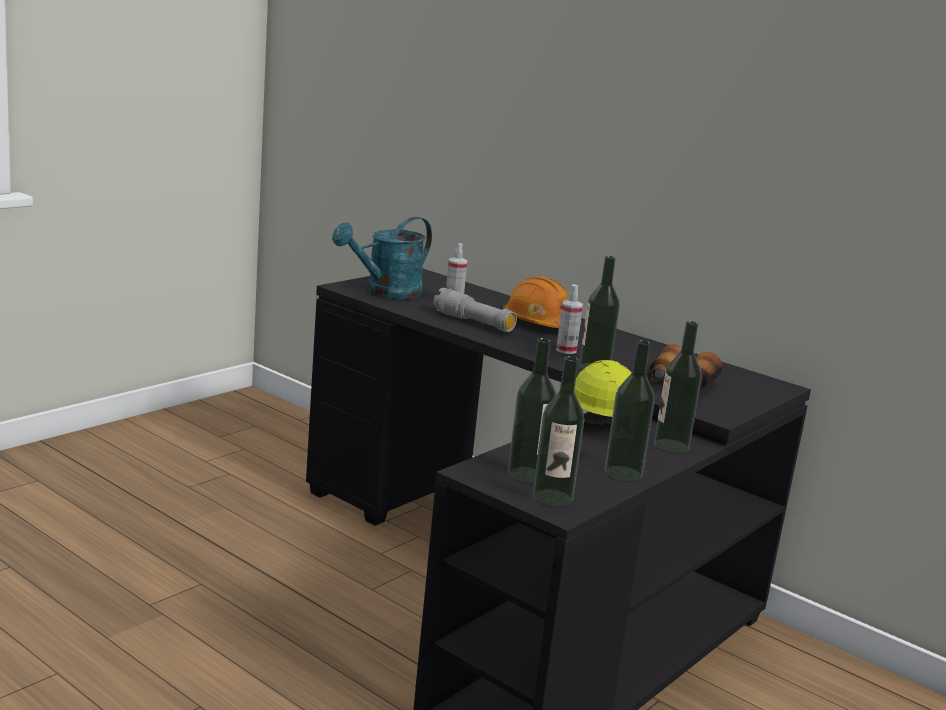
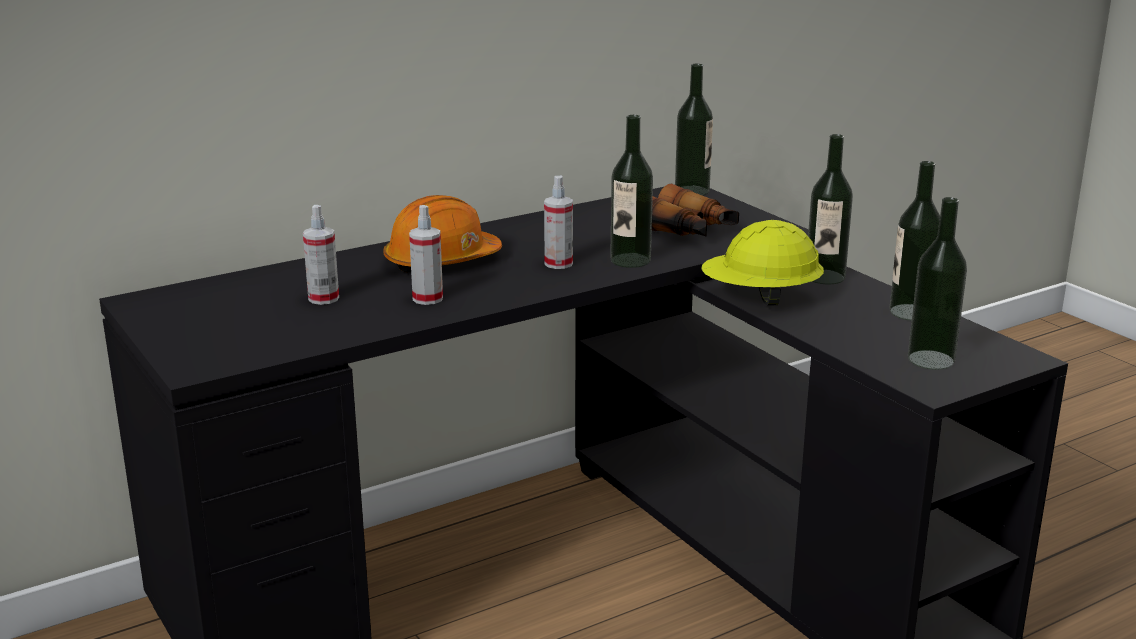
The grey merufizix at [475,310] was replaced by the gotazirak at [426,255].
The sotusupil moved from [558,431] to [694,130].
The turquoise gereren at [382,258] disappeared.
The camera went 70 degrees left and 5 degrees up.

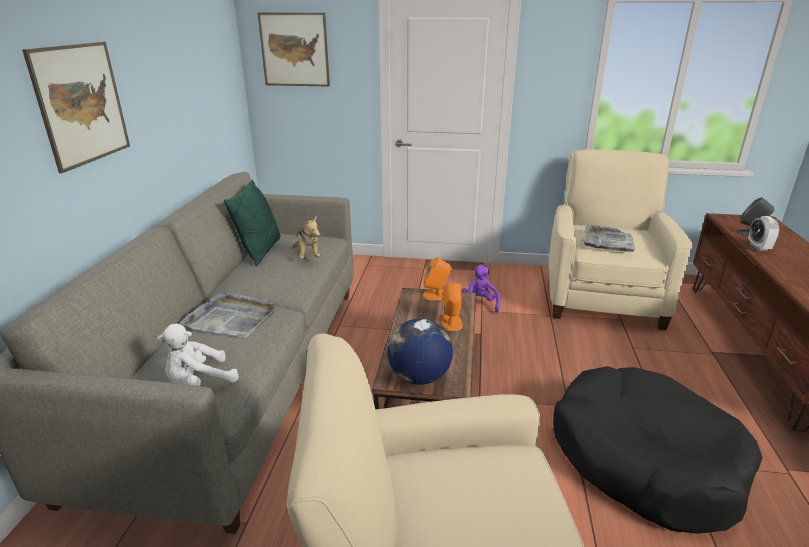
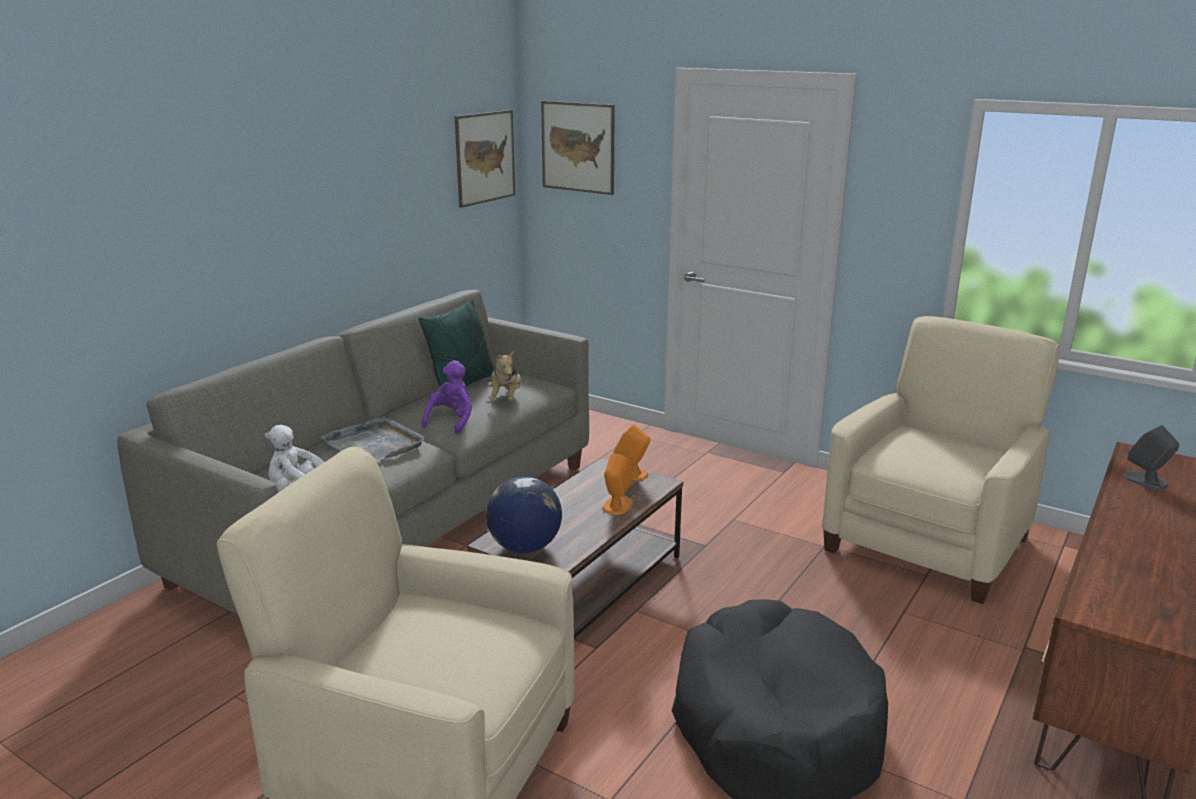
The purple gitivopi moved from [481,288] to [446,397].
The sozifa moved from [76,107] to [485,159].
The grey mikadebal at [608,238] disappeared.
The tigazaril at [763,233] disappeared.
The camera went 25 degrees right and 5 degrees down.

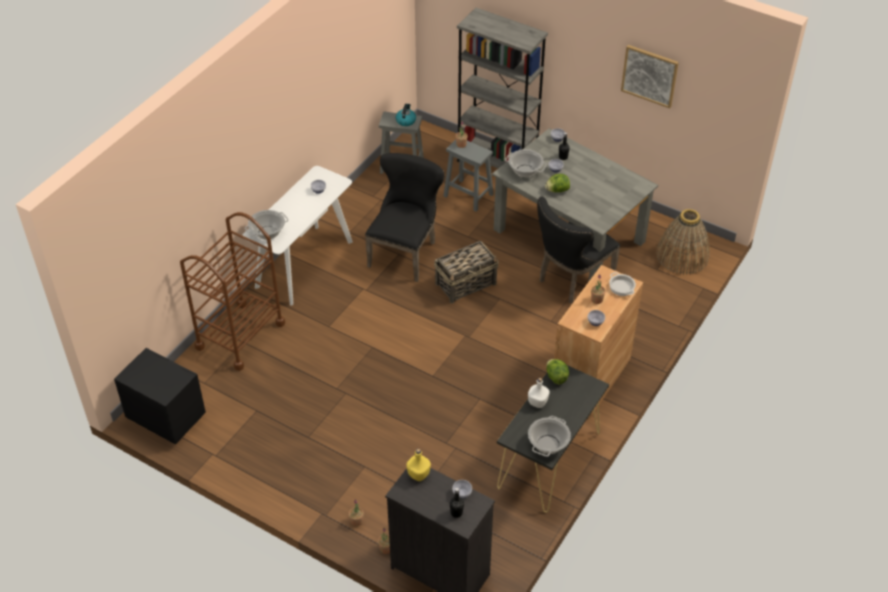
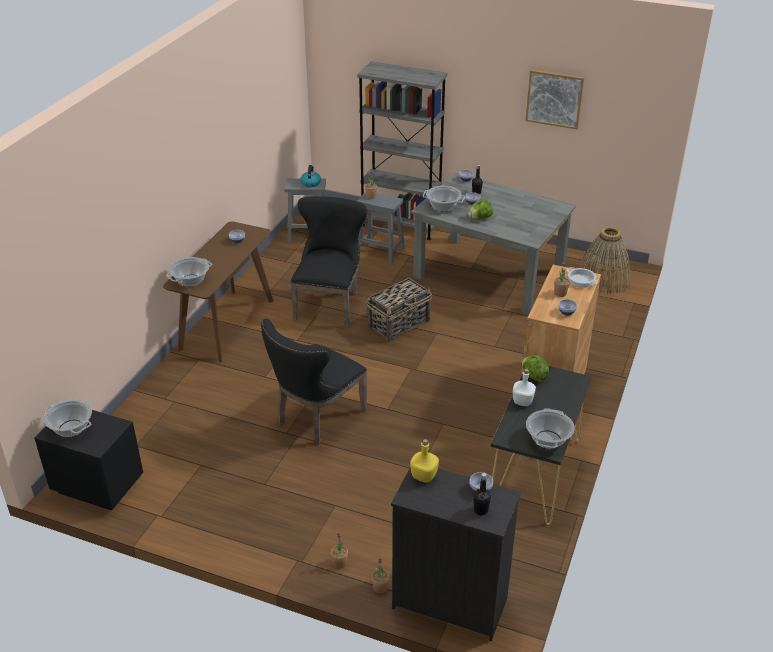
The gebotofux at [68,418] appeared.
The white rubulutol at [297,236] became the brown rubulutol at [218,292].
The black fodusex moved from [578,250] to [314,382].
The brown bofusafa at [232,291] disappeared.
The camera went 10 degrees left and 10 degrees down.

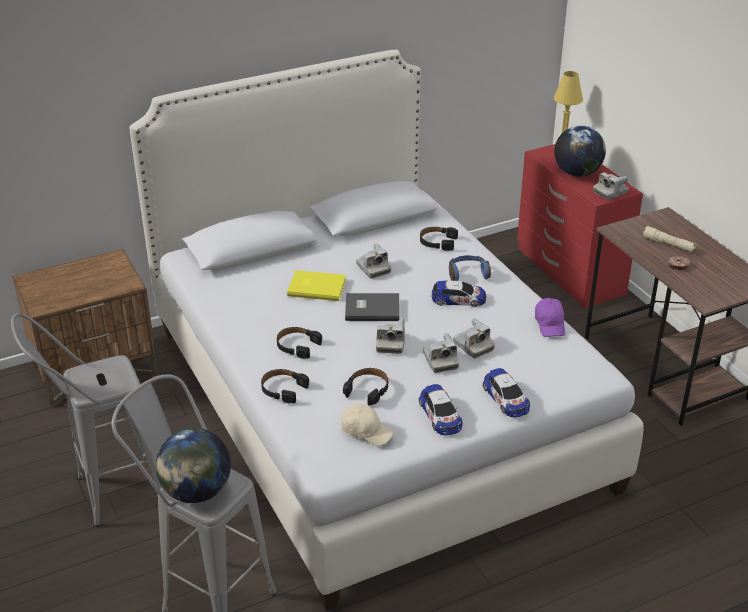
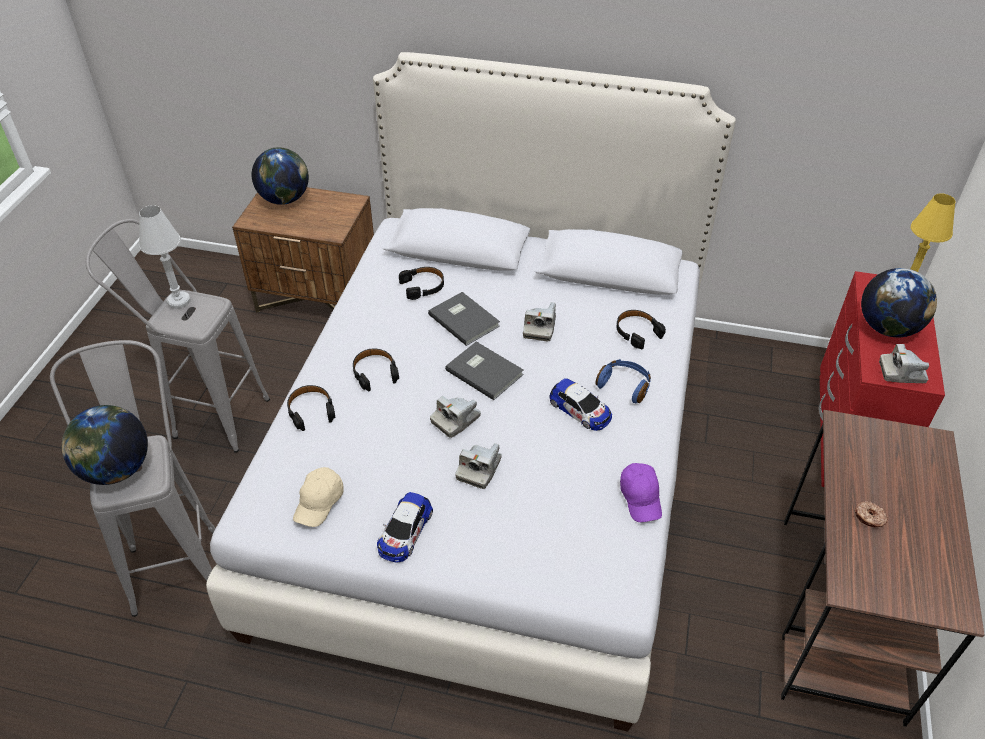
The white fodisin at [164,257] appeared.
The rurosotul at [280,176] appeared.
The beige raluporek at [367,424] turned 45 degrees clockwise.
The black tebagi moved from [365,387] to [421,283].
The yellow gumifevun at [316,285] became the grey gumifevun at [464,319].
The purple raluporek at [550,317] turned 45 degrees counterclockwise.
The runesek at [474,338] disappeared.
The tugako at [506,393] disappeared.
The beige merufizix at [669,239] disappeared.
The camera went 40 degrees right and 10 degrees up.

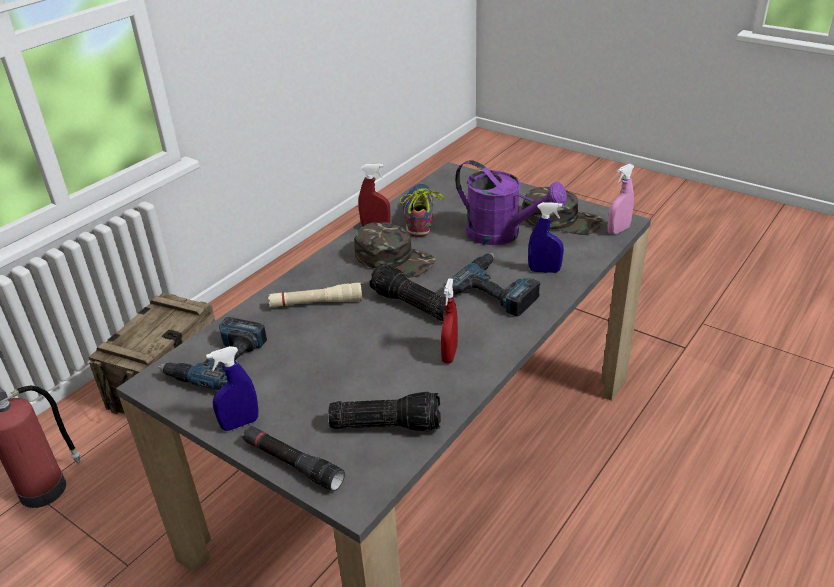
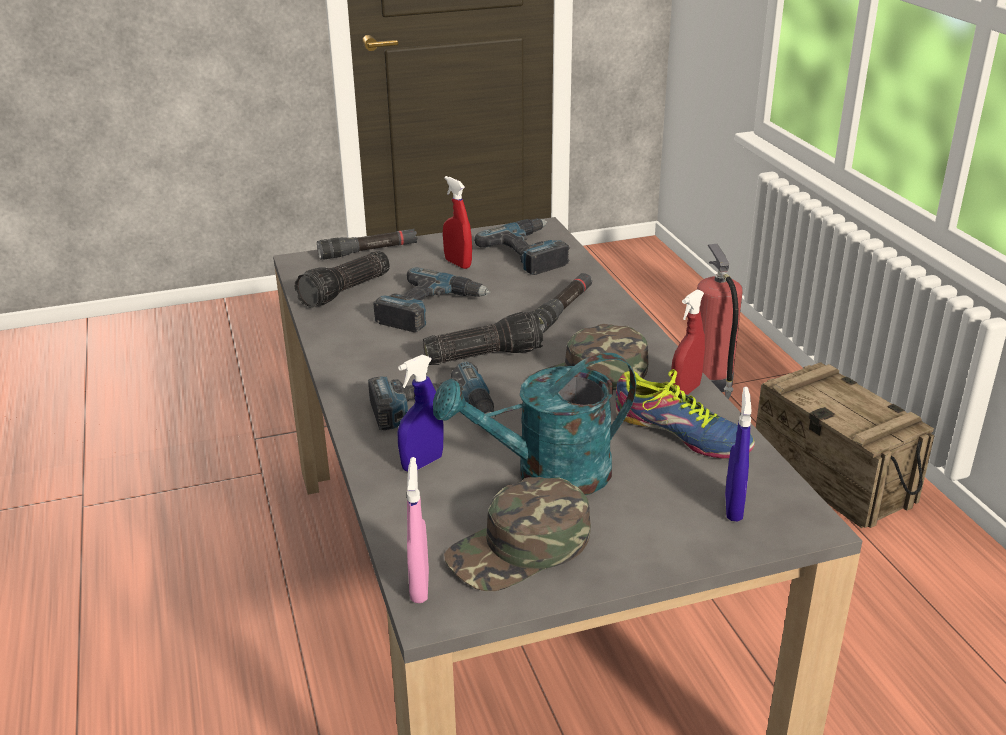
The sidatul at [431,299] appeared.
The purple gereren at [511,202] became the turquoise gereren at [534,424].
The red gotazirak moved from [449,321] to [457,222].
The beige merufizix at [315,295] became the black merufizix at [563,303].
The blue gotazirak moved from [232,388] to [738,454].
The camera went 125 degrees right and 5 degrees down.

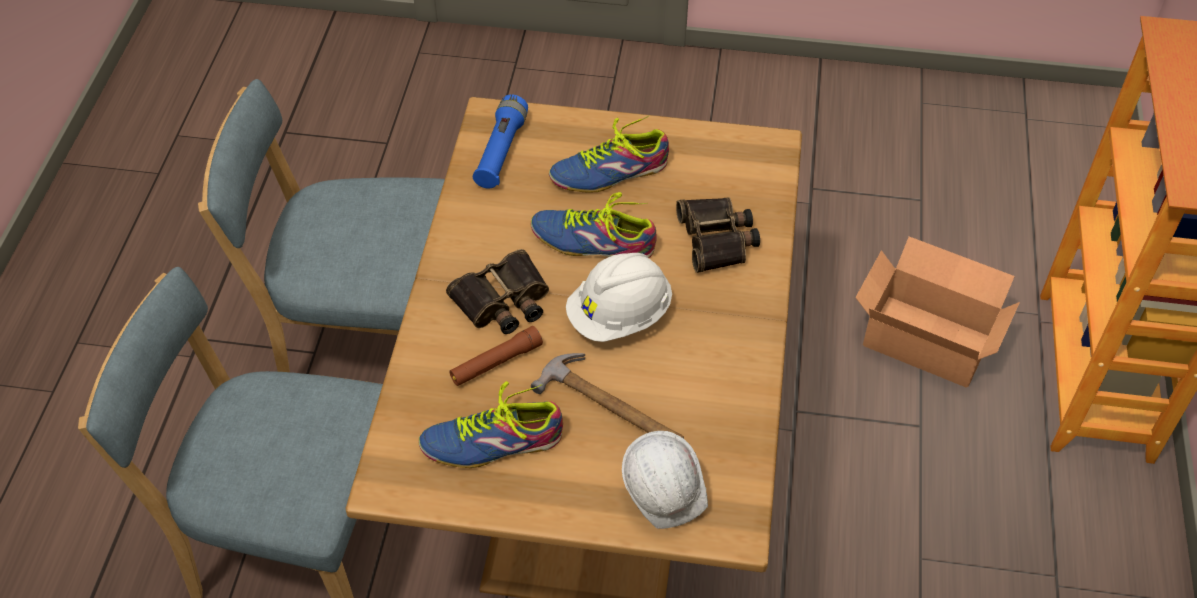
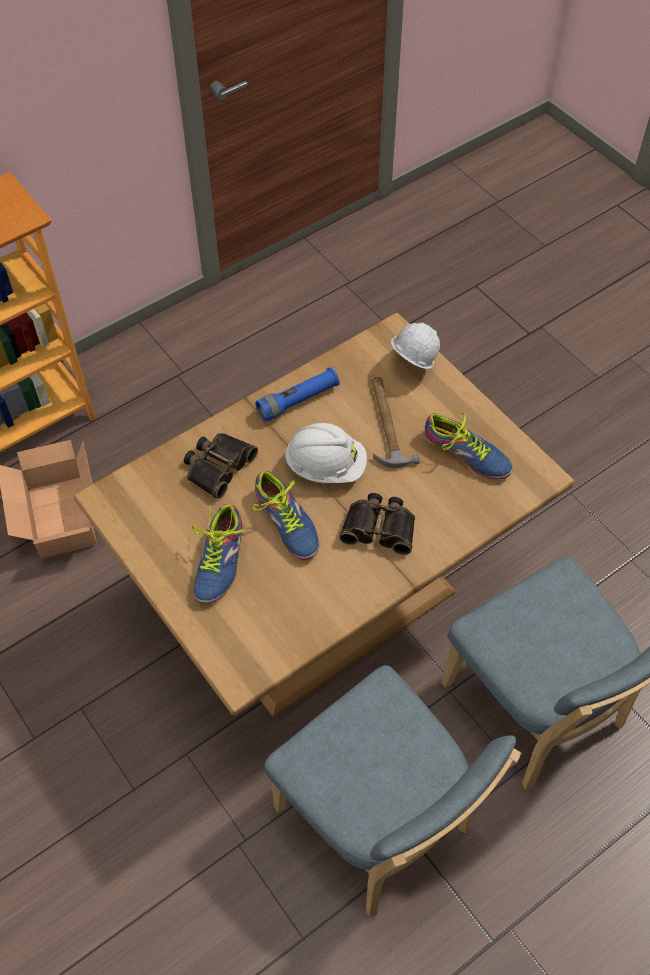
The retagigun at [609,154] turned 75 degrees clockwise.
The blue merufizix moved from [500,141] to [297,394].
The brown merufizix at [496,356] disappeared.
The camera went 135 degrees left and 5 degrees up.

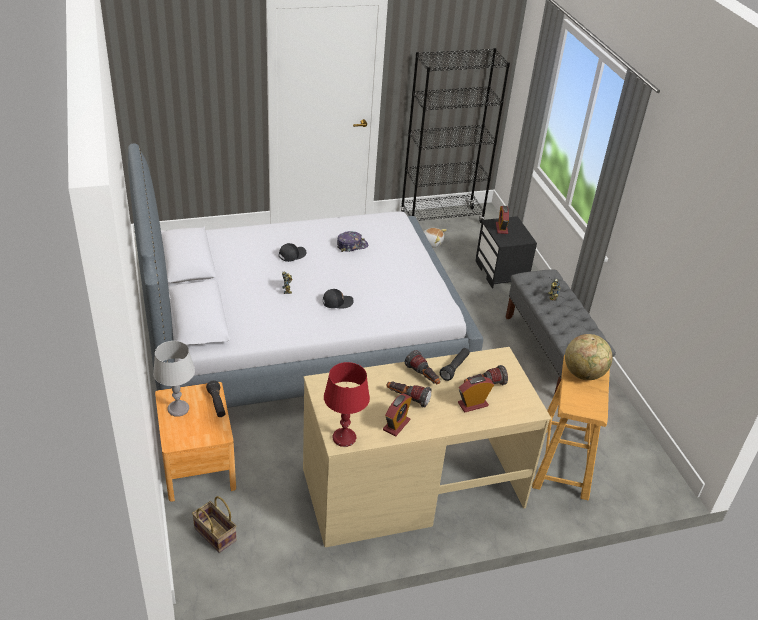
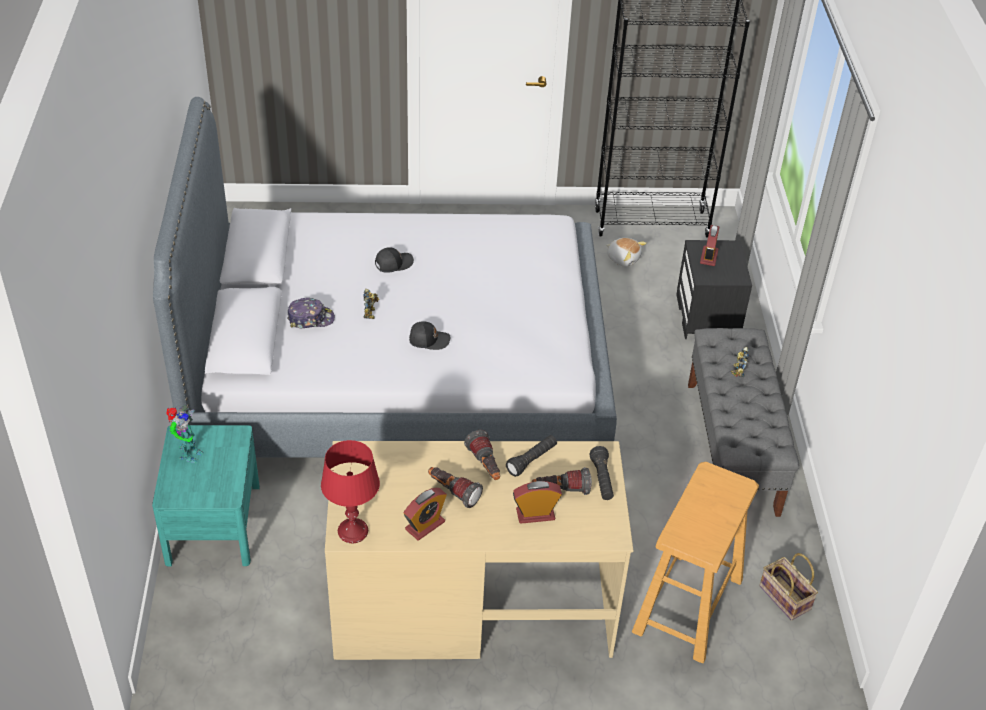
The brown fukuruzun at [195,442] became the turquoise fukuruzun at [206,495].
The grey fodisin at [174,379] was replaced by the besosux at [185,434].
The raluporek moved from [352,241] to [311,313].
The black merufizix moved from [216,399] to [602,473].
The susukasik moved from [214,524] to [788,587].
The rurosotul at [589,357] disappeared.
The camera went 15 degrees right and 5 degrees up.

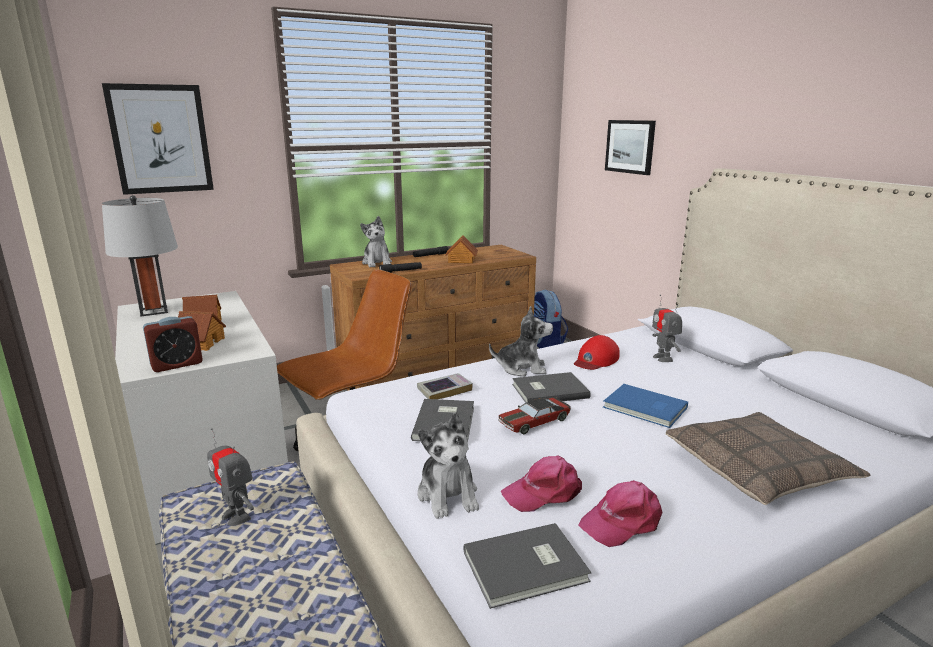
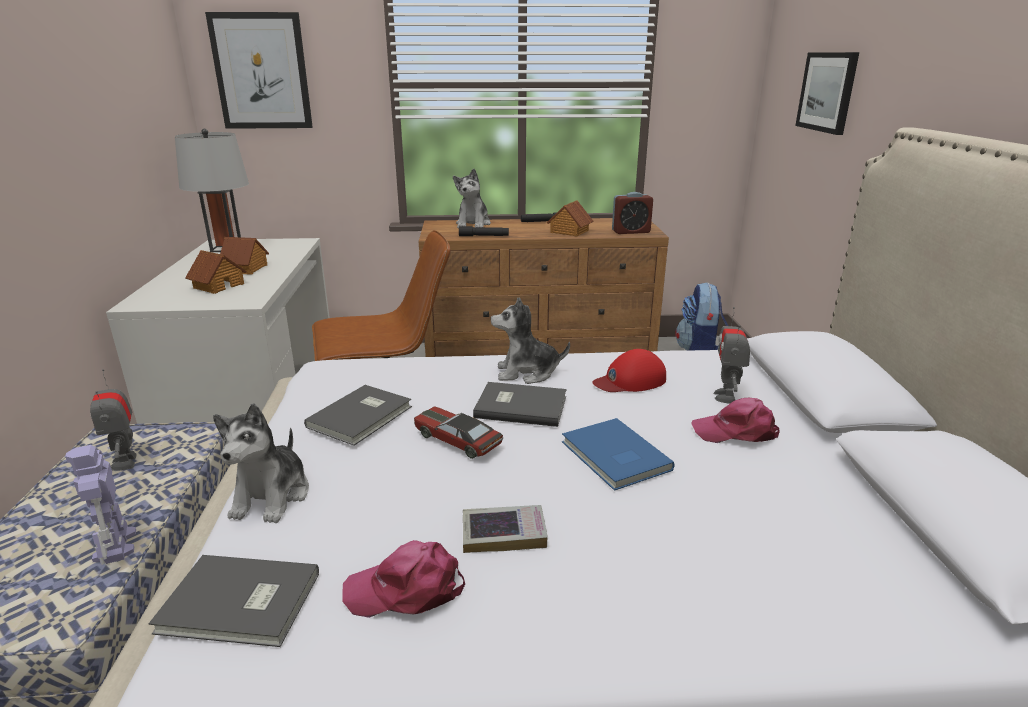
The besosux at [100,505] appeared.
The tugako at [534,415] turned 45 degrees clockwise.
The gumifevun moved from [445,386] to [505,529].
The gitivopi at [521,341] turned 150 degrees clockwise.
The tigazaril moved from [173,344] to [632,213].
The pink raluporek moved from [541,483] to [735,420].
The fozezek at [768,458] disappeared.
The camera went 25 degrees right and 5 degrees up.

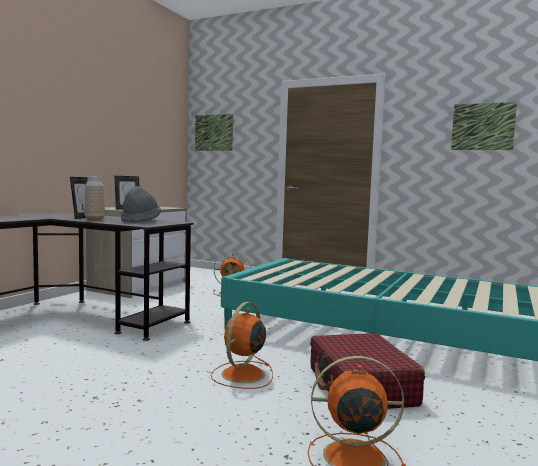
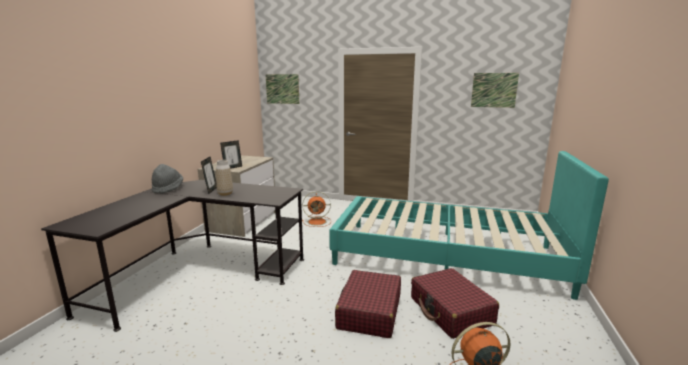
The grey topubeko moved from [141,204] to [167,179].
The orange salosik at [242,345] was replaced by the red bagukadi at [368,304].
The camera went 10 degrees left and 10 degrees up.

